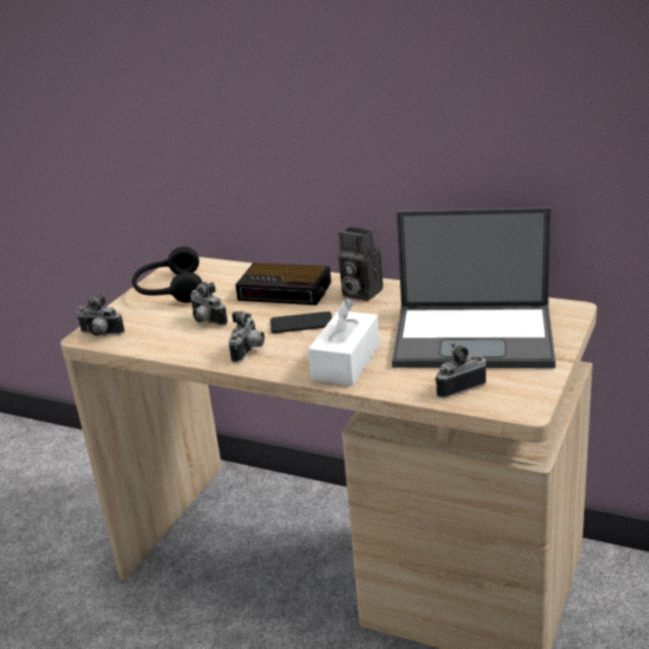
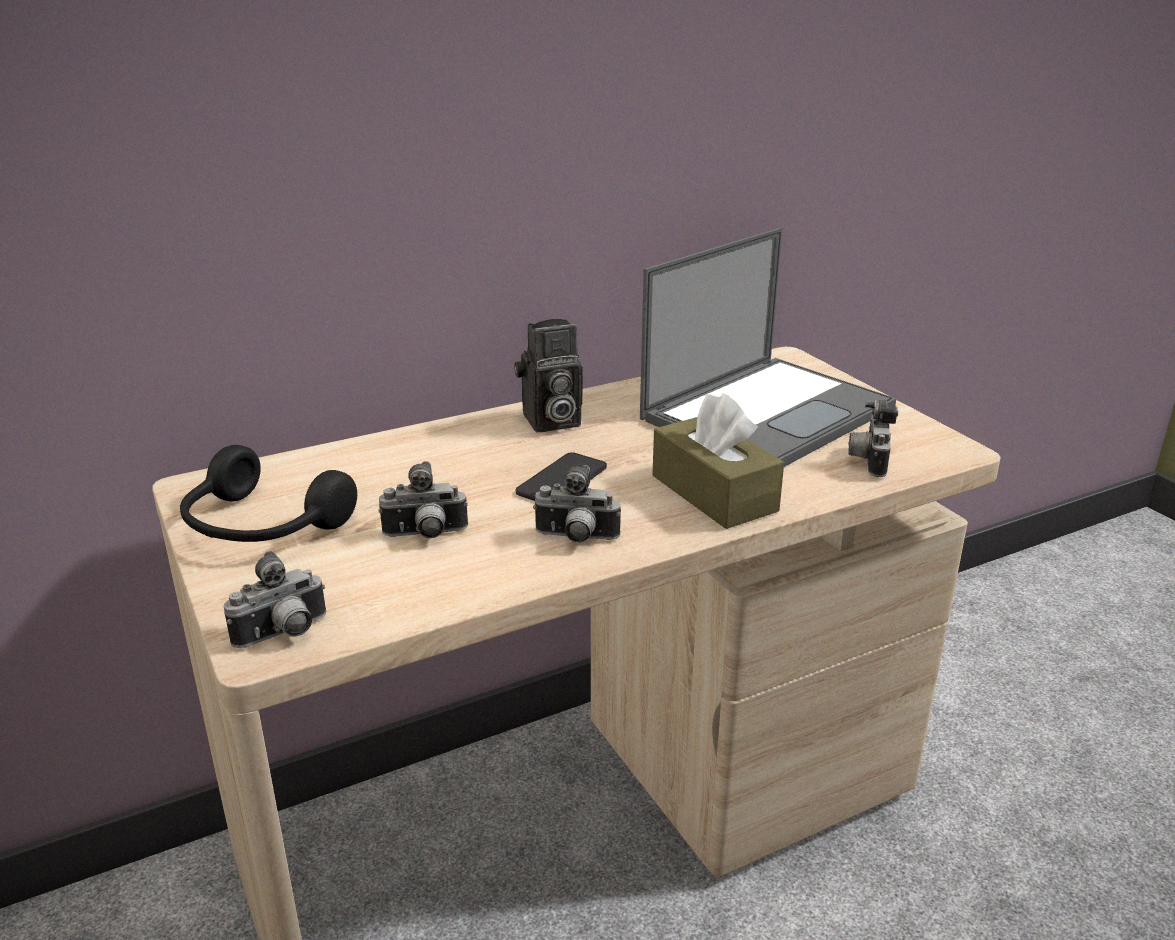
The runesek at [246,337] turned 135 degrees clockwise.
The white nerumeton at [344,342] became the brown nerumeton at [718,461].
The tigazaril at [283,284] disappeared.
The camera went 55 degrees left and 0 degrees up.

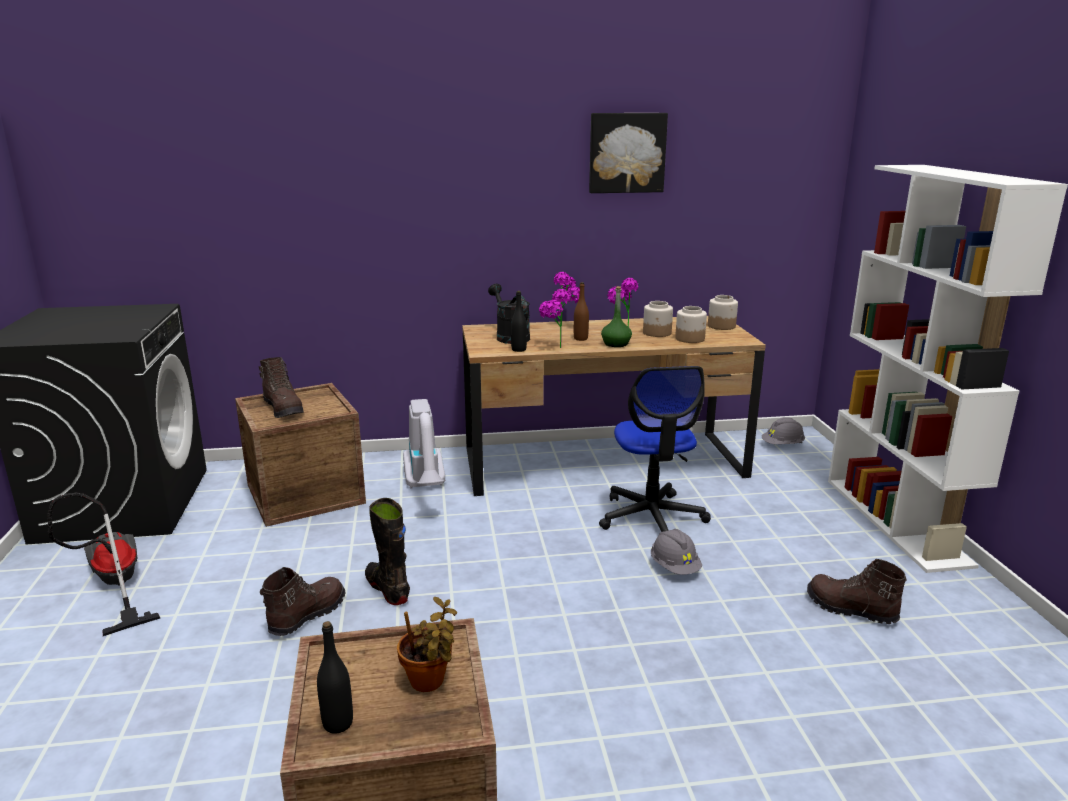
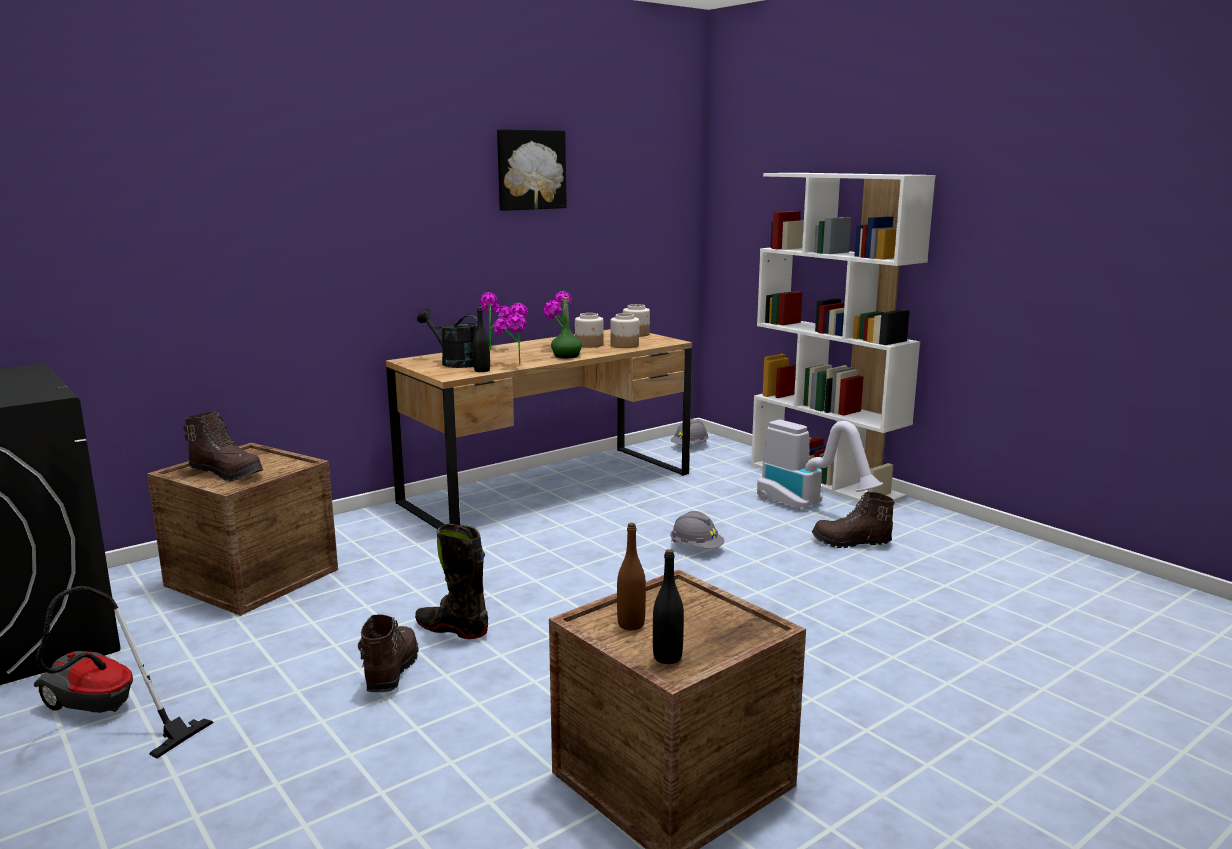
The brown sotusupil moved from [581,311] to [631,576].
The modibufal moved from [424,444] to [820,465].
The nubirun at [427,644] disappeared.
The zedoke at [655,449] disappeared.
The camera went 30 degrees left and 5 degrees down.

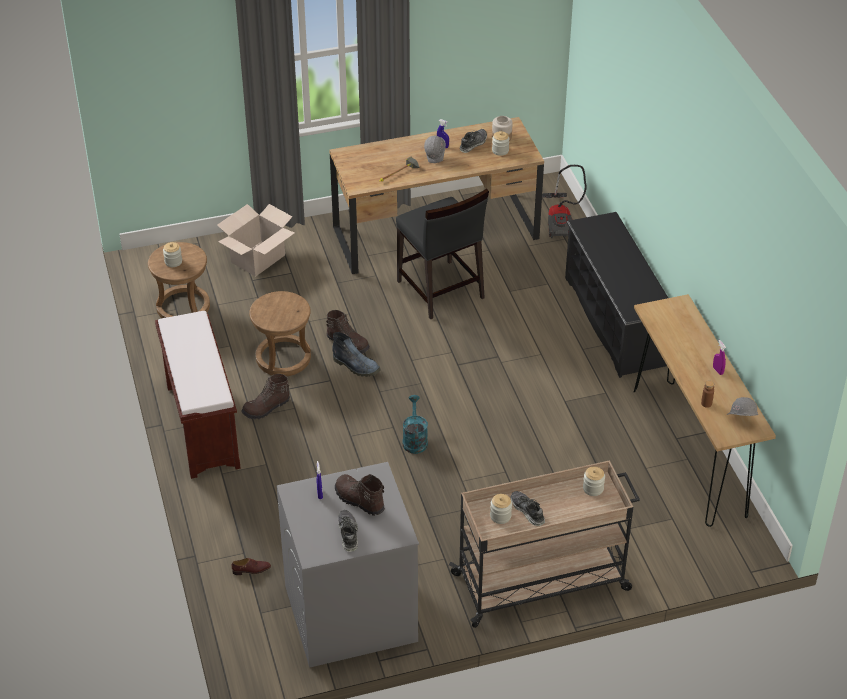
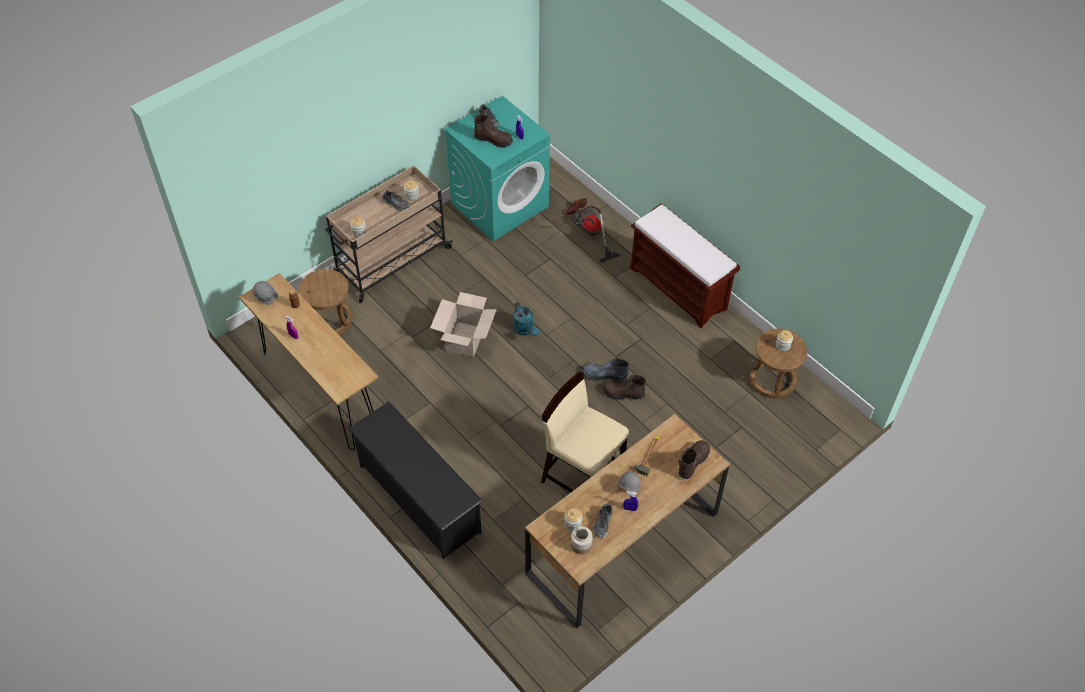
The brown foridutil moved from [280,333] to [325,302].
The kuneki moved from [256,240] to [463,324].
The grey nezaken at [348,565] became the turquoise nezaken at [497,168].
The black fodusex at [442,254] became the beige fodusex at [585,431].
The modibufal moved from [564,201] to [596,234].
The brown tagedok moved from [266,396] to [694,459].
The camera went 155 degrees right and 10 degrees up.

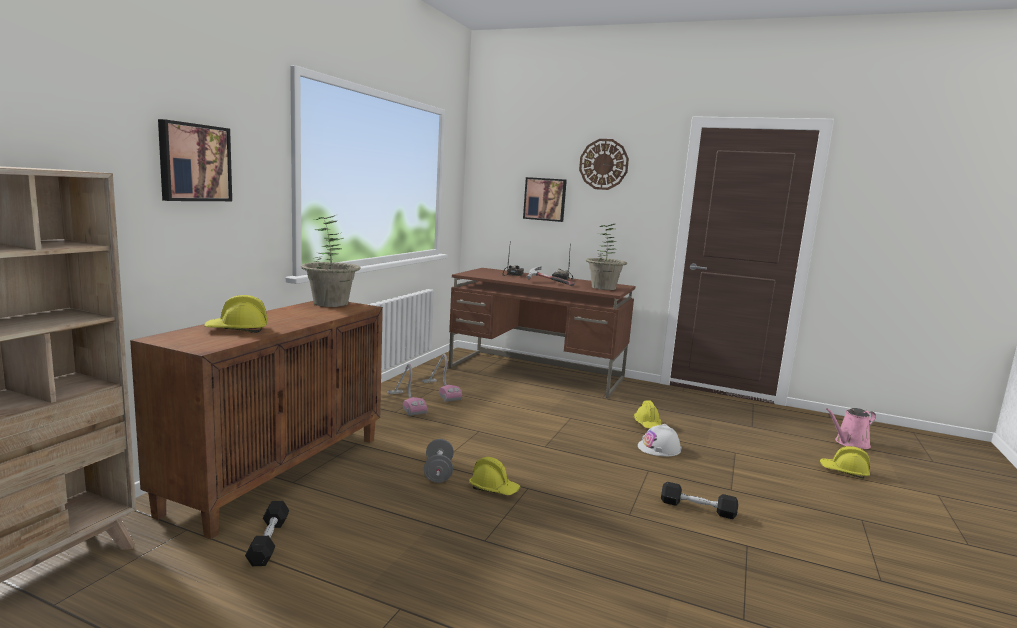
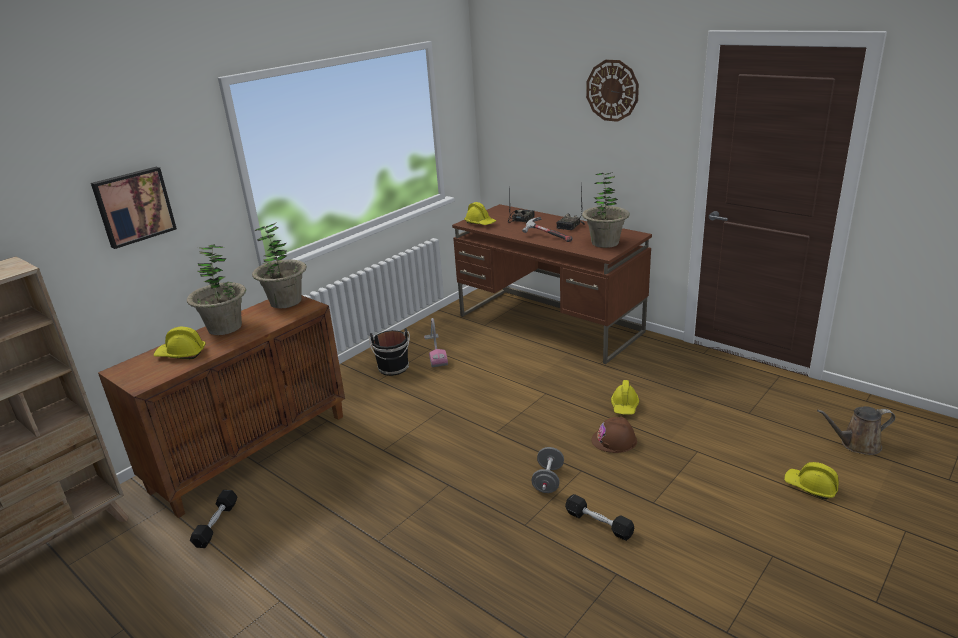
The nubirun at [216,289] appeared.
The modibufal at [407,390] was replaced by the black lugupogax at [389,352].
The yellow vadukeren moved from [494,476] to [480,213].
The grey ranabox moved from [439,461] to [548,470].
The white vadukeren at [659,440] became the brown vadukeren at [614,435].
The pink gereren at [851,428] became the brown gereren at [856,430].
The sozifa at [545,199] disappeared.
The camera went 20 degrees right and 15 degrees up.

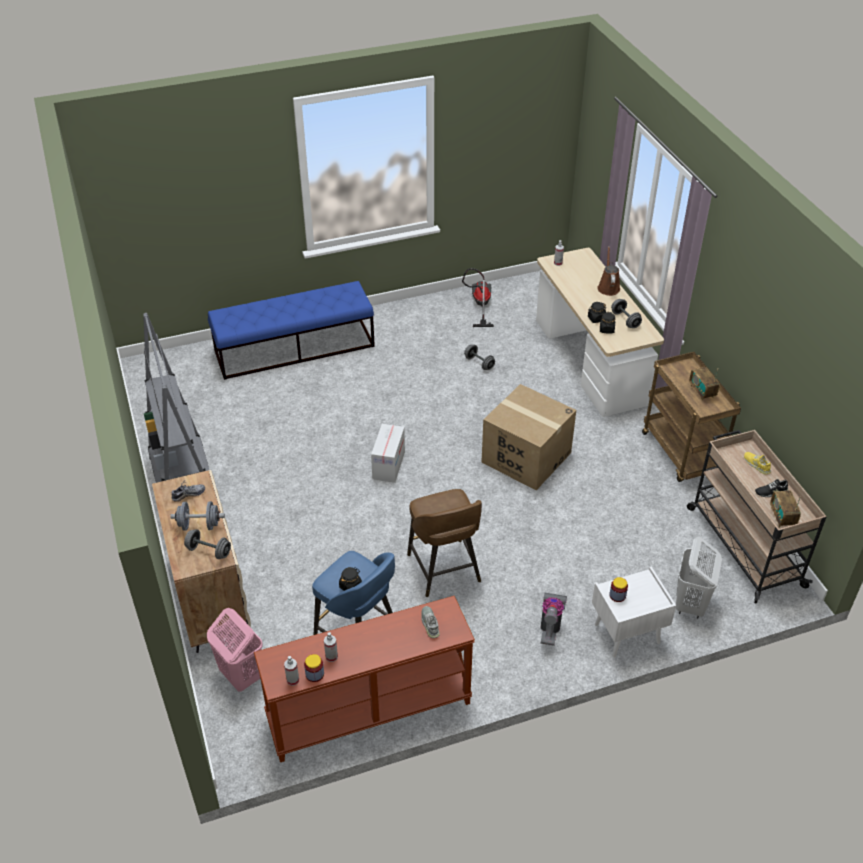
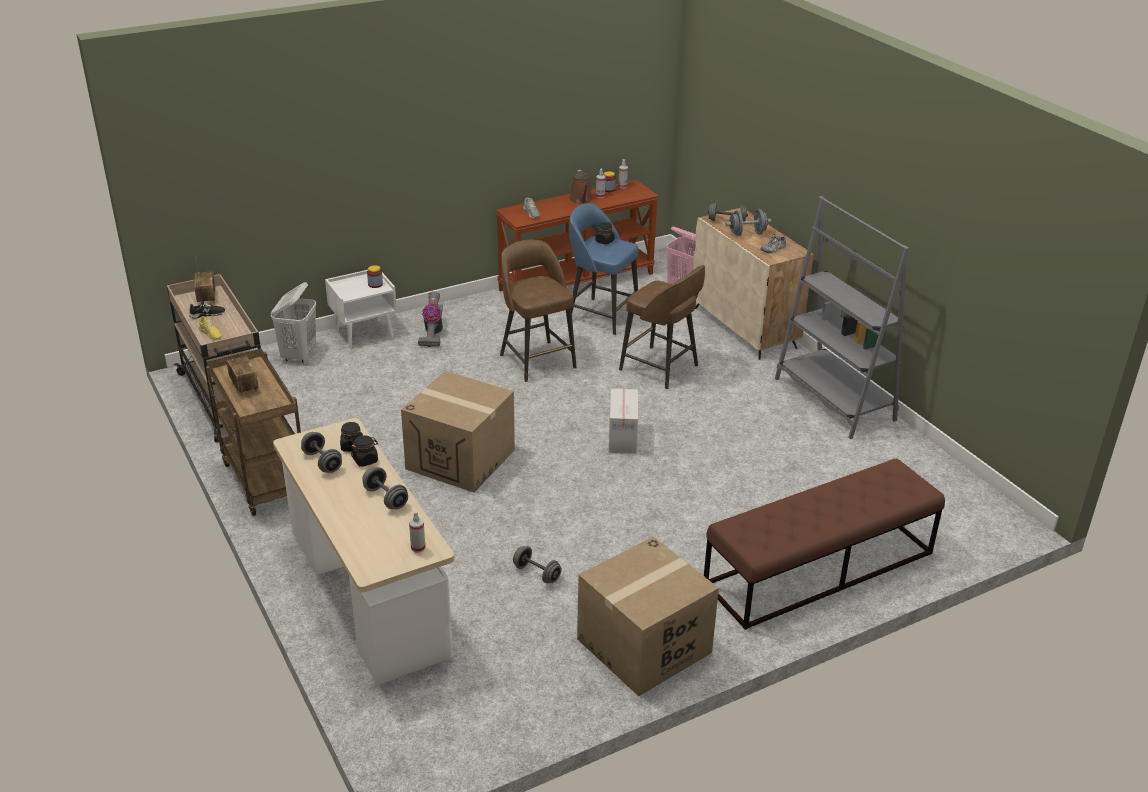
The grey ranabox at [385,488] appeared.
The brown gereren moved from [608,271] to [581,187].
The kuneki at [648,616] appeared.
The brown foridutil at [662,327] appeared.
The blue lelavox at [291,330] became the brown lelavox at [824,544].
The modibufal at [478,297] disappeared.
The camera went 170 degrees right and 10 degrees down.

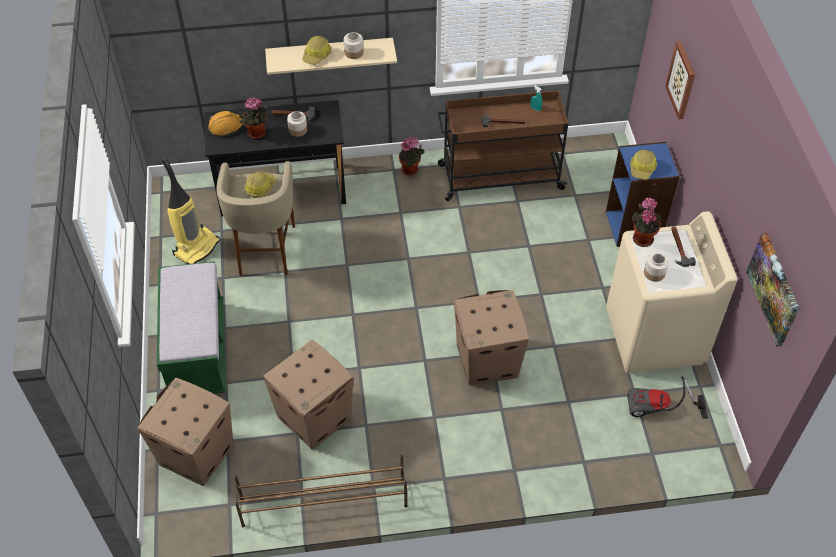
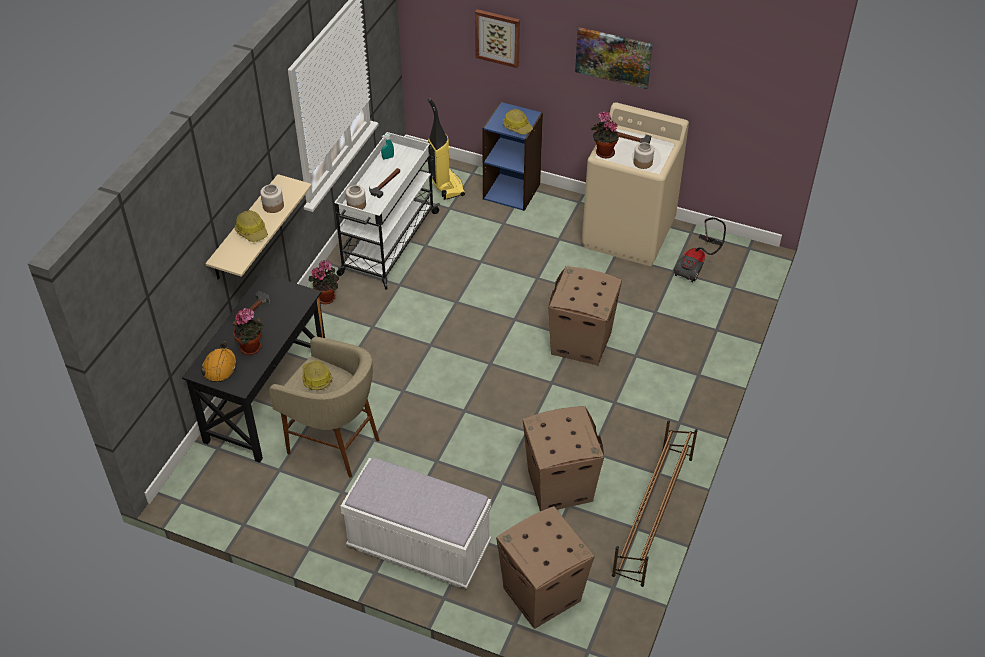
The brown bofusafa at [503,145] became the white bofusafa at [387,211].
The green lelavox at [191,327] became the white lelavox at [415,523].
The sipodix moved from [297,124] to [356,197].
The modibufal moved from [190,211] to [446,149].
The sozifa moved from [773,290] to [614,58].
The camera went 60 degrees left and 5 degrees down.

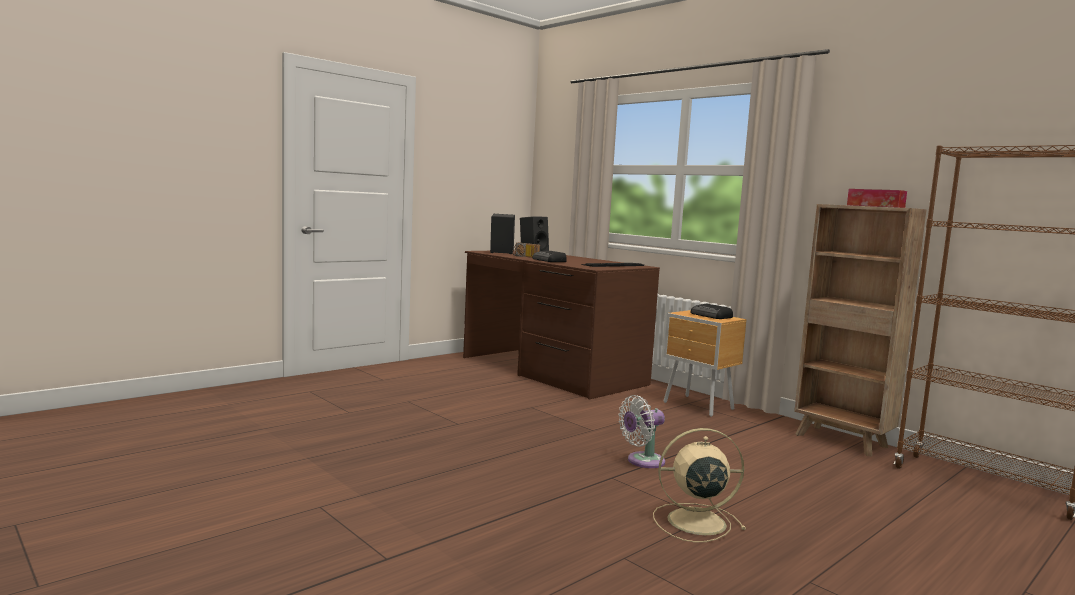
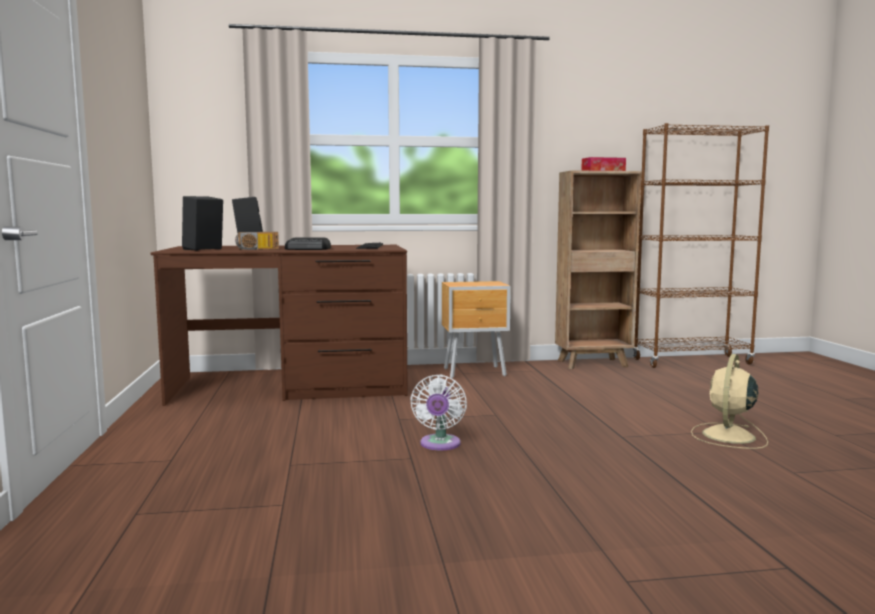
The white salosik moved from [641,431] to [438,412].
The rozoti at [711,311] disappeared.
The camera went 55 degrees left and 0 degrees up.

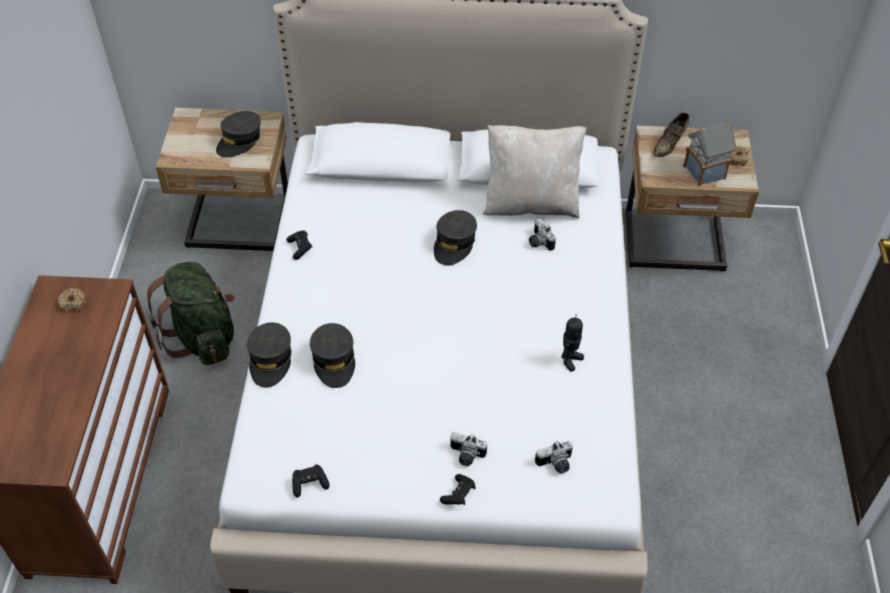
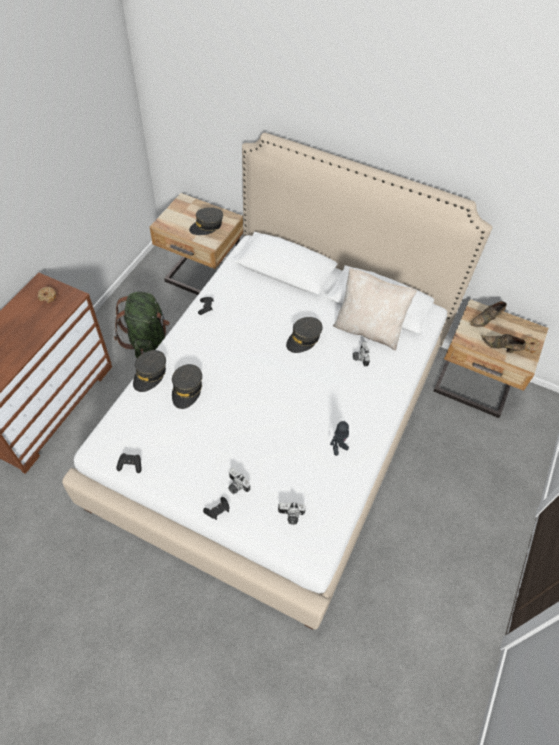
The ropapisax at [710,153] was replaced by the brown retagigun at [503,343].
The camera went 20 degrees right and 5 degrees up.

